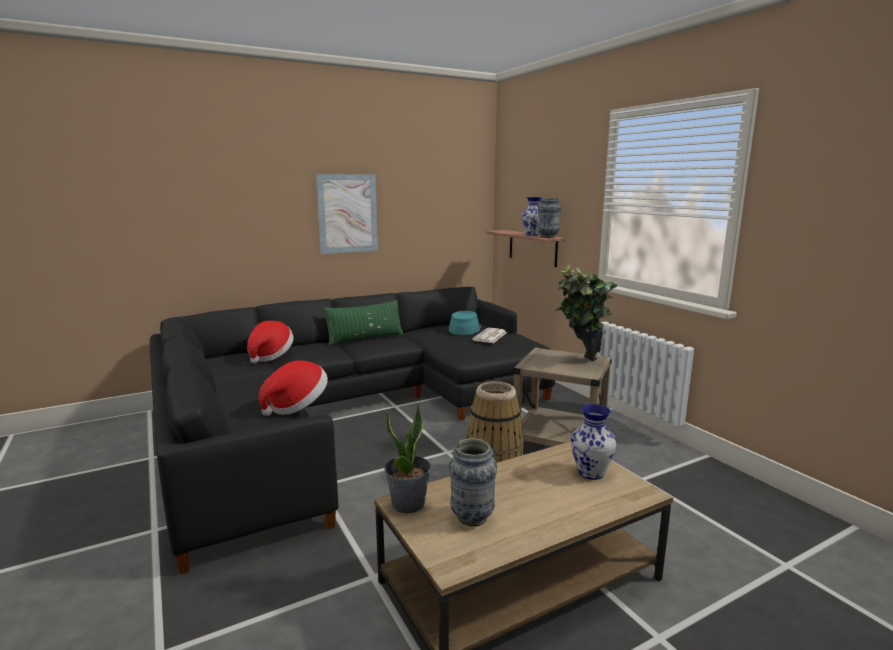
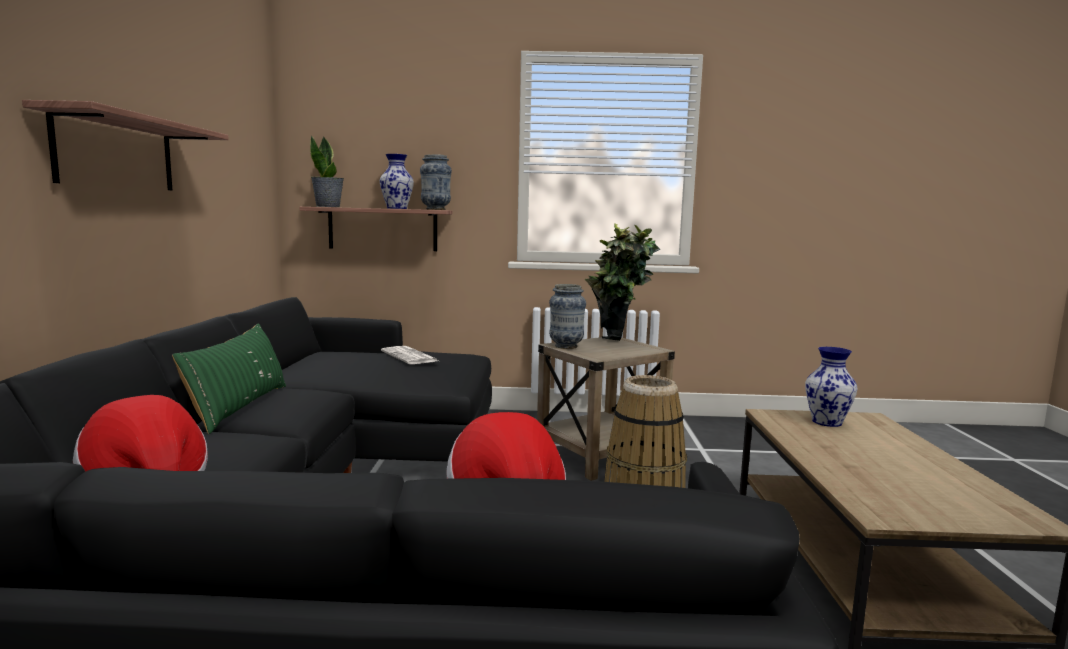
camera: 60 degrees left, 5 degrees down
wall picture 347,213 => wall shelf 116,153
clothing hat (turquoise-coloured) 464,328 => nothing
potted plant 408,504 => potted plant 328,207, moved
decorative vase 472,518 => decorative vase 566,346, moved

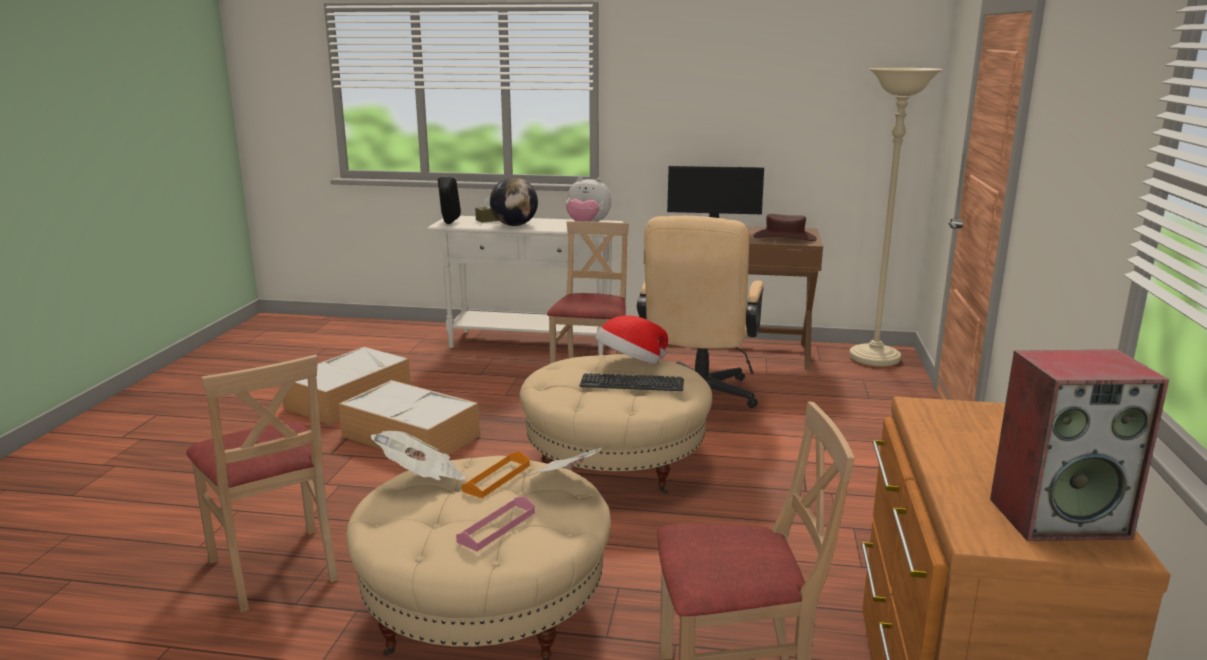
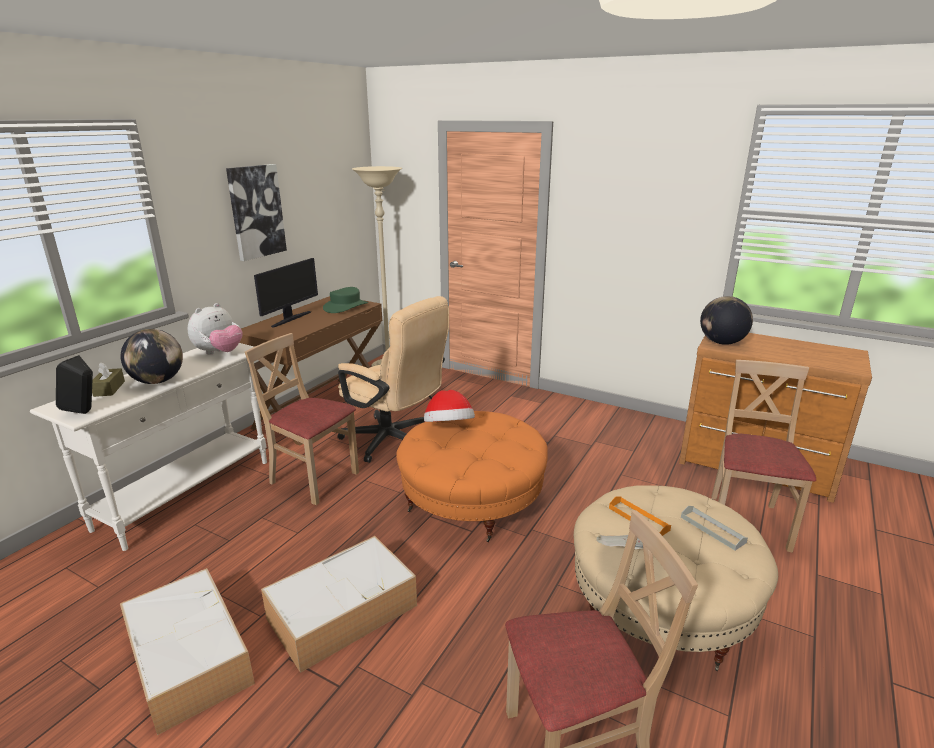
camera: 70 degrees left, 5 degrees up
clothing hat (brown) 784,237 => clothing hat (green-coloured) 345,306
loudspeaker 1059,517 => nothing
footrest (beige) 615,461 => footrest (orangey) 472,501
keyboard 632,384 => nothing
newspaper 566,482 => nothing
tray (pink) 496,527 => tray (grey) 712,530
nothing => wall picture 256,211
nothing => desk globe 722,342

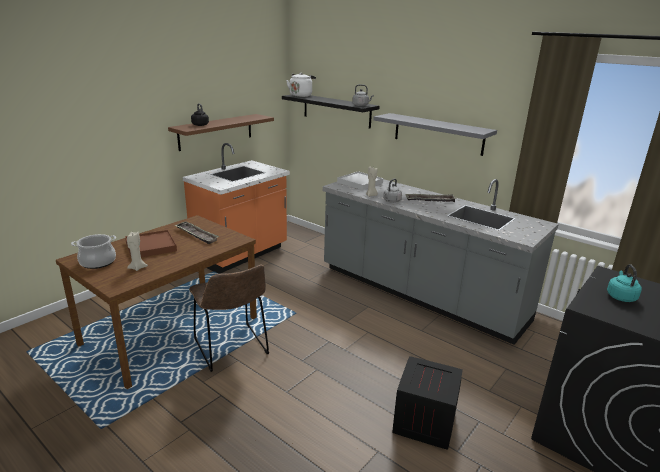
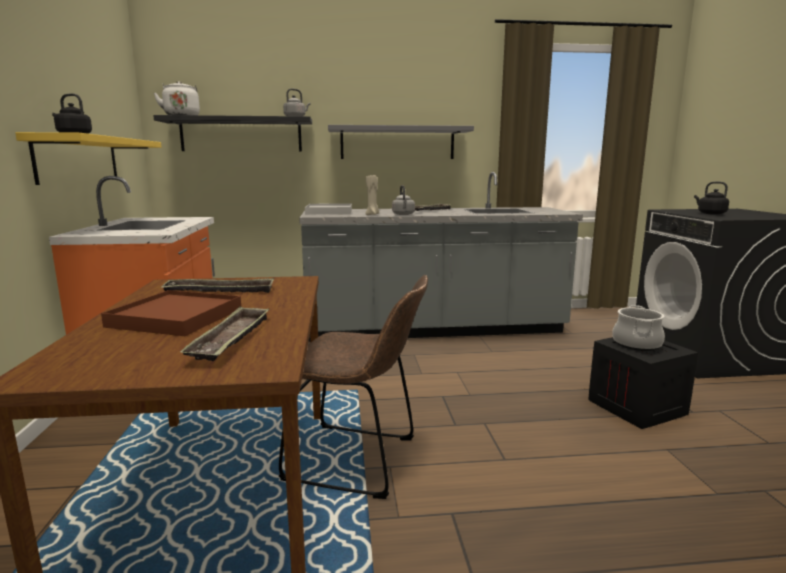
camera: 45 degrees left, 10 degrees down
wall shelf (brown) 216,131 => wall shelf (yellowish) 78,160
wax light (beige) 137,268 => tray 231,339
cooking pot 98,262 => cooking pot 636,344, moved
tea kettle (turquoise-coloured) 620,296 => tea kettle (black-coloured) 710,213

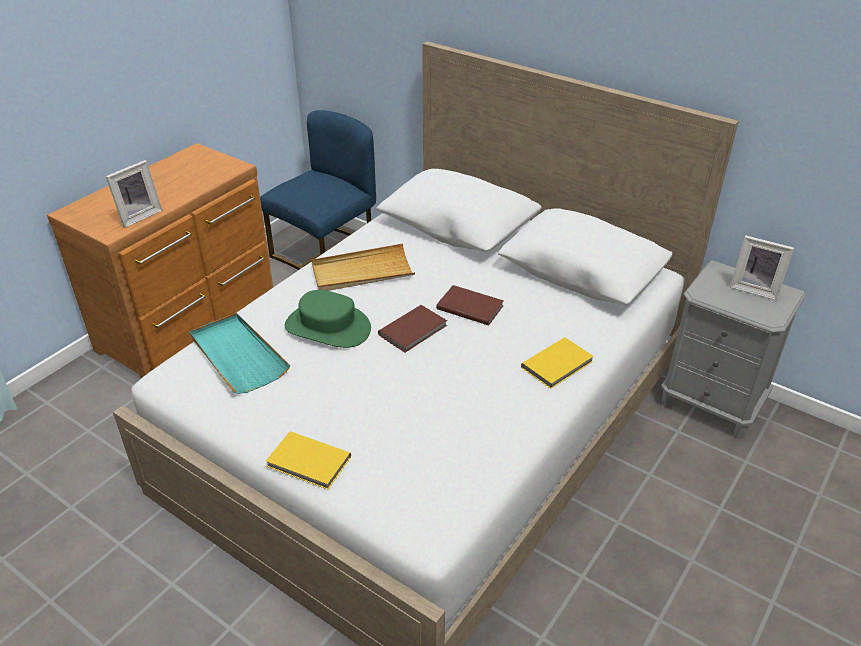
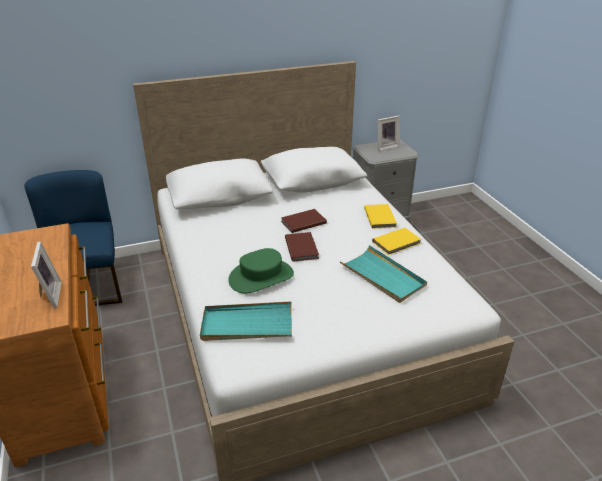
camera: 55 degrees left, 5 degrees down
tray (beige) 362,272 => nothing
bound book (yellowish) 309,463 => bound book (yellowish) 397,243, moved
nothing => tray (turquoise-coloured) 383,276

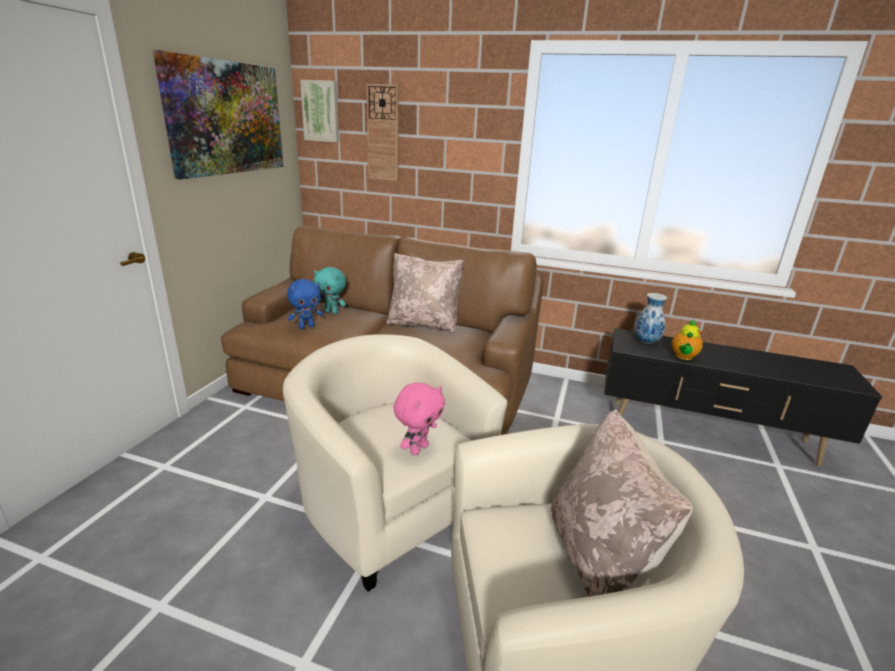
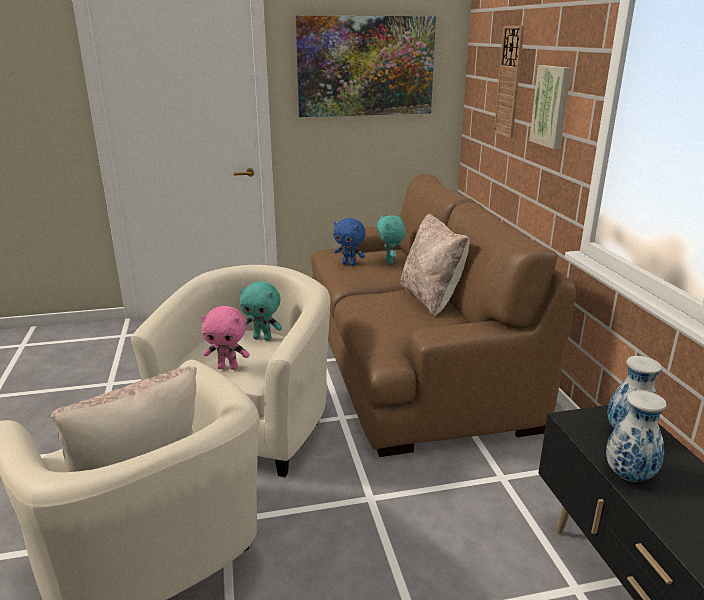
camera: 60 degrees right, 0 degrees up
wall picture 321,111 => wall picture 552,106, moved
pot for tea 683,357 => decorative vase 629,475
nothing => soft toy (turquoise-coloured) 263,338

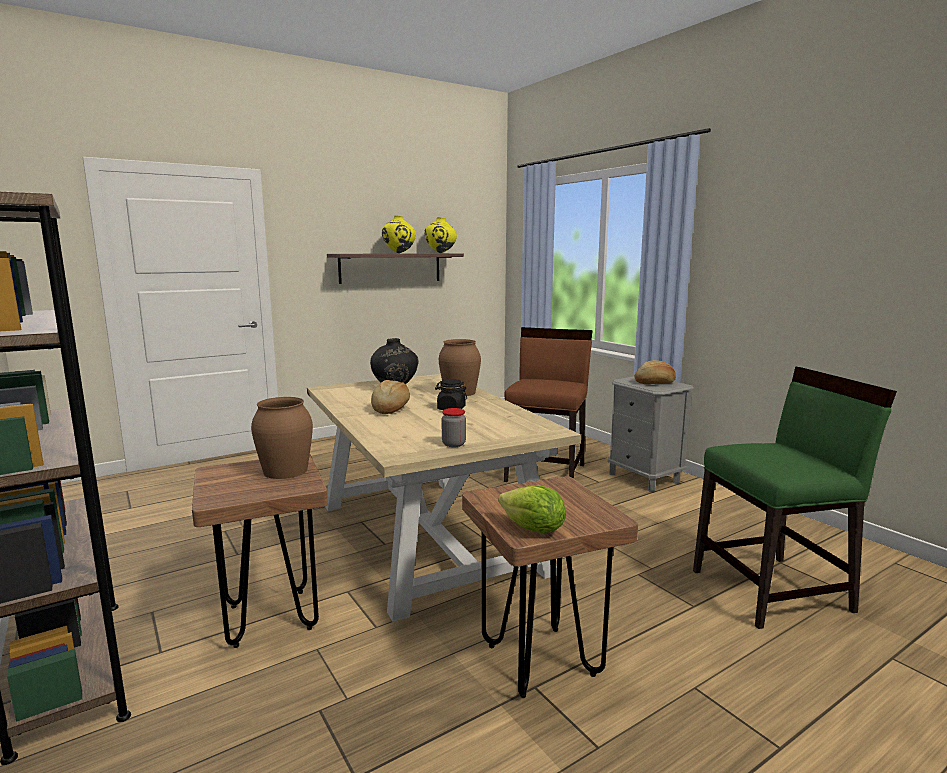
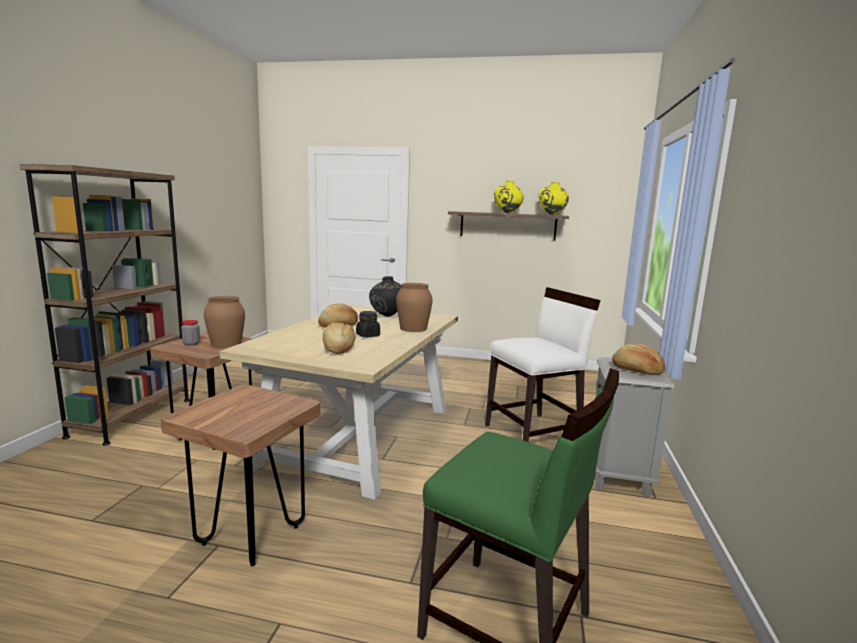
camera: 45 degrees right, 0 degrees up
plain chair (brown) 546,472 => plain chair (white-coloured) 534,433
storage jar 453,444 => storage jar 191,344, moved
lettuce head 533,529 => nothing
nothing => baked bread 337,349

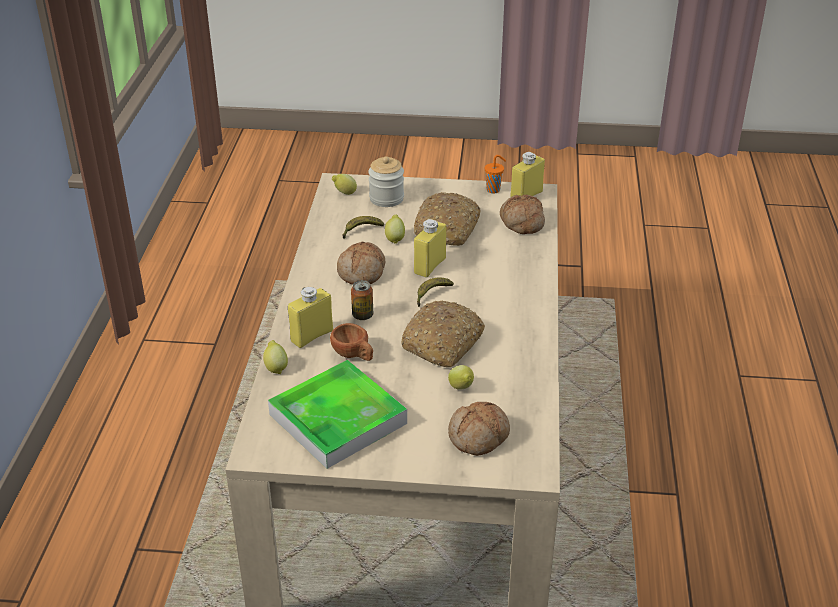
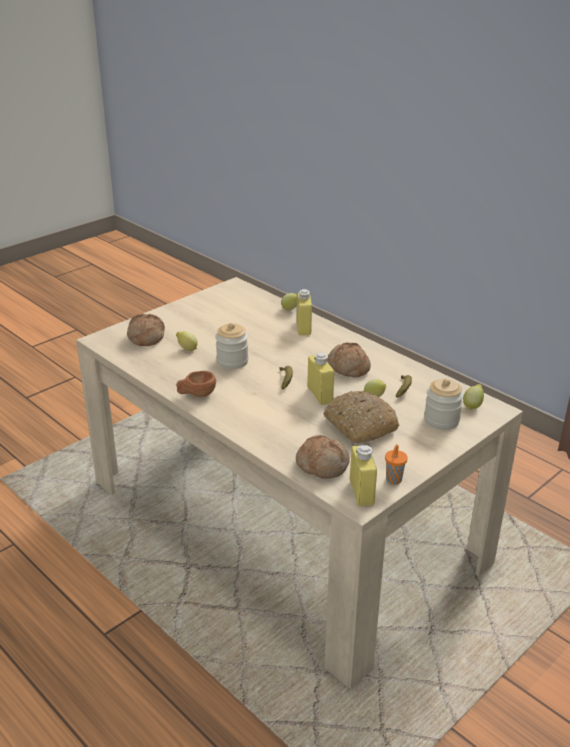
camera: 130 degrees right, 5 degrees down
can 362,315 => nothing
baked bread 442,343 => storage jar 232,361
small cup (brown) 354,355 => small cup (brown) 196,394, moved
tray 338,419 => nothing

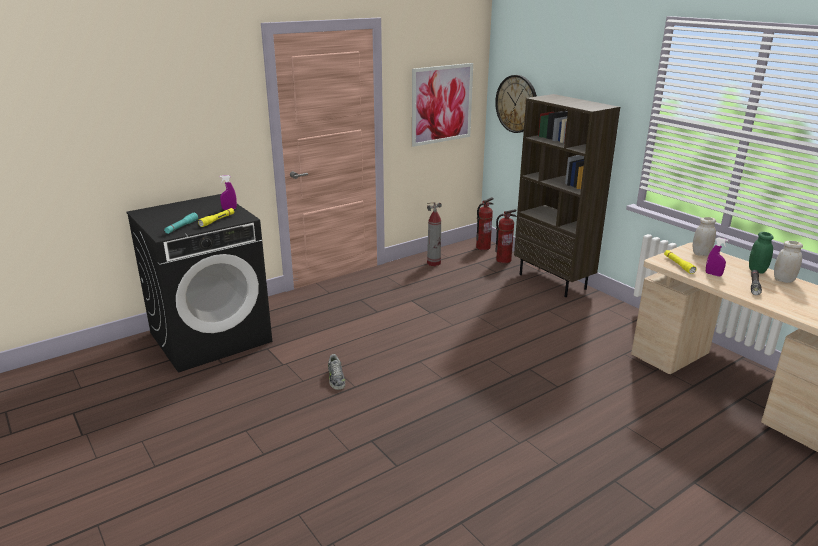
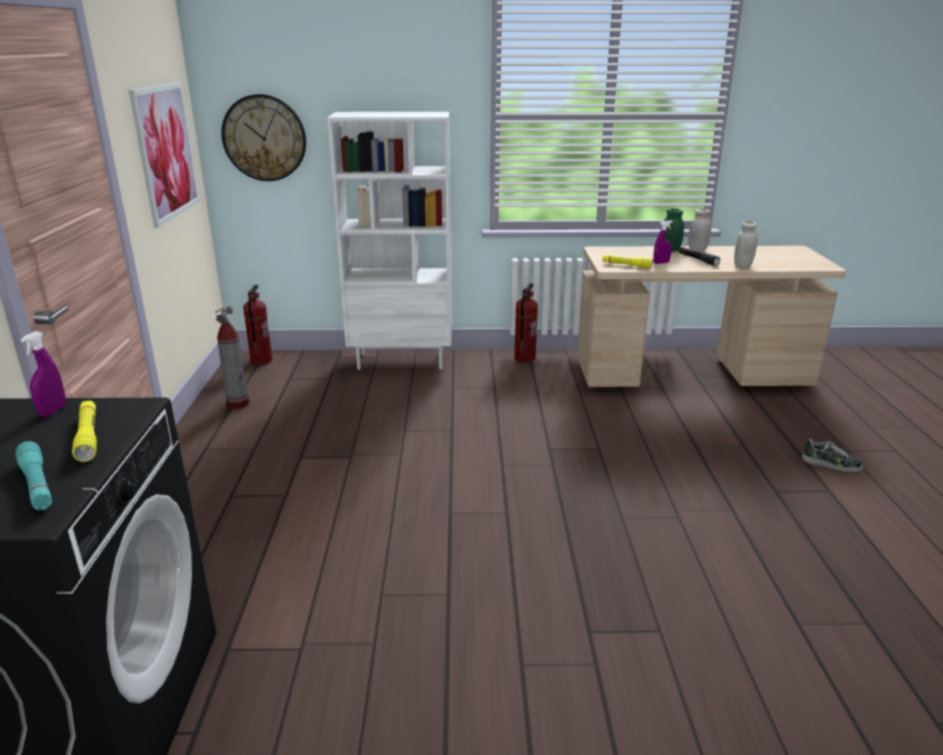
camera: 55 degrees left, 0 degrees up
bookcase (brown) 553,281 => bookcase (white-coloured) 402,360
fire-fighting cylinder 503,260 => fire-fighting cylinder 524,358, moved
storage jar (white-coloured) 701,253 => storage jar (white-coloured) 742,265, moved
low shoe 336,378 => low shoe 831,464, moved

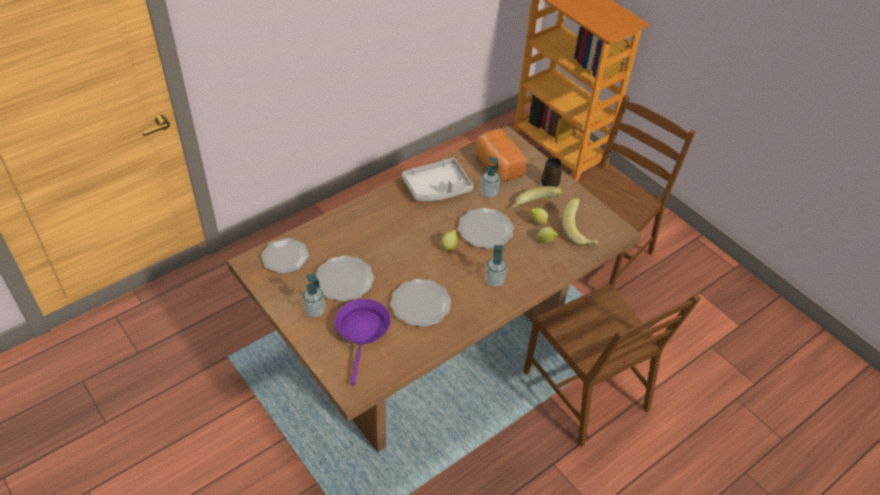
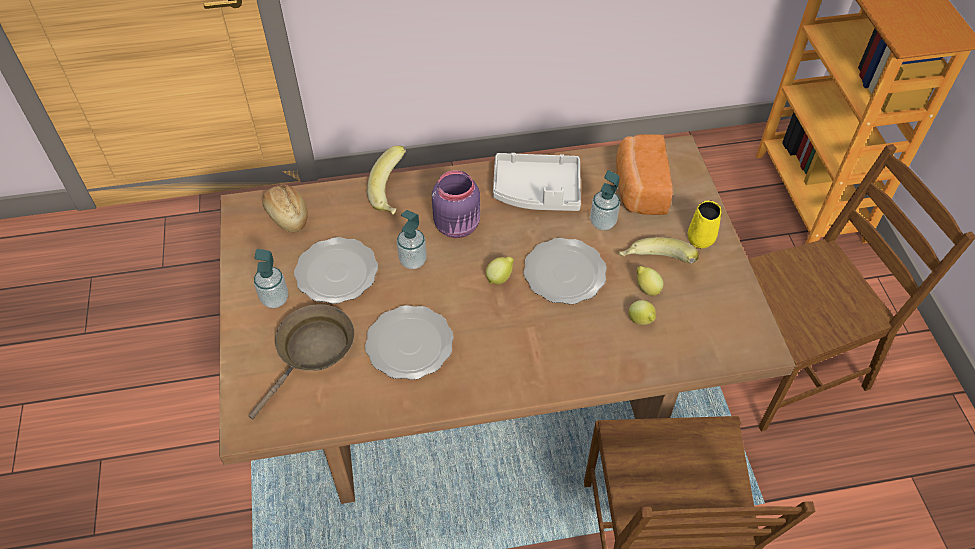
camera: 30 degrees right, 5 degrees up
mug (brown) 550,182 => mug (yellowish) 701,237
banana fruit 579,232 => banana fruit 393,194, moved
plate 285,257 => baked bread 287,215
soap dispenser 494,281 => soap dispenser 413,260, moved
frying pan (purple) 362,332 => frying pan (brown) 312,352
nothing => storage jar (purple) 458,226

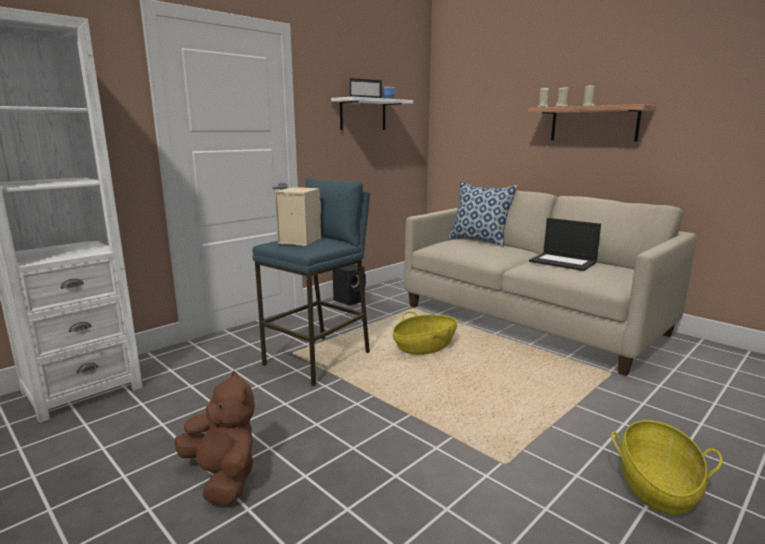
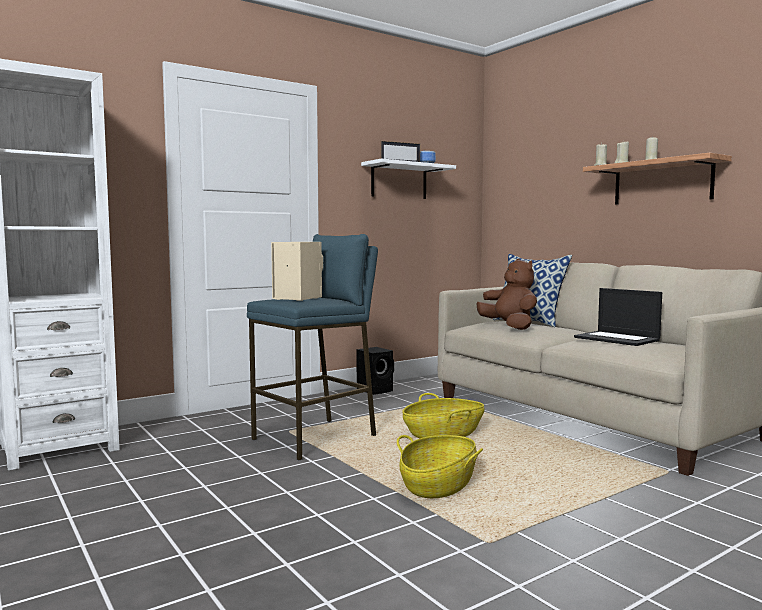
camera: 10 degrees right, 10 degrees down
soft toy (brown) 223,478 => soft toy (brown) 509,327, moved
storage basket 657,486 => storage basket 438,486, moved

